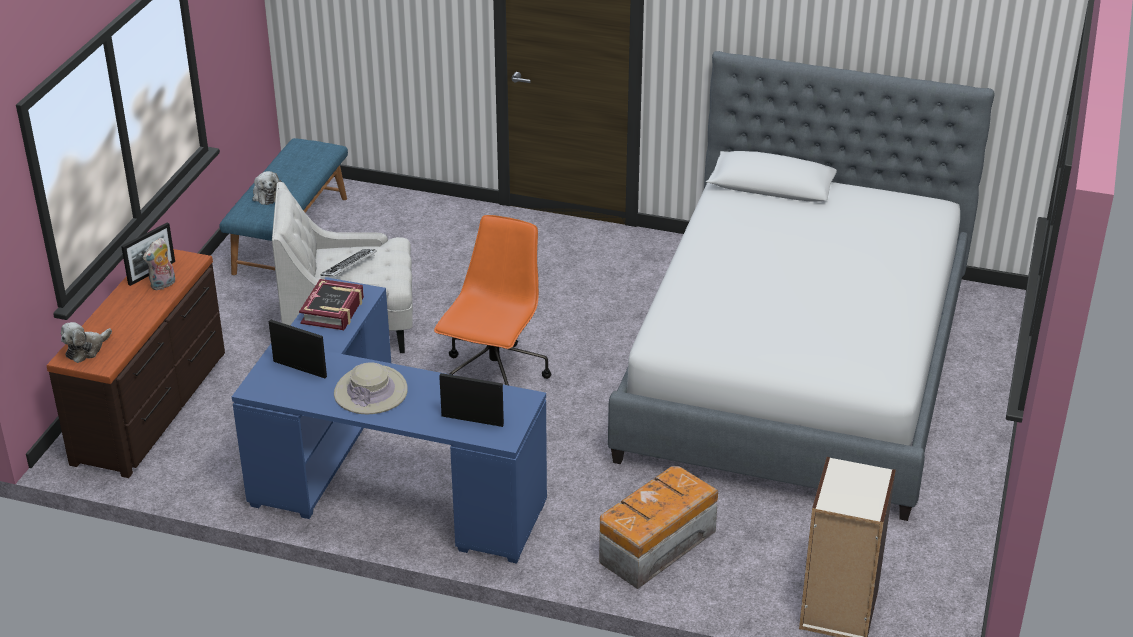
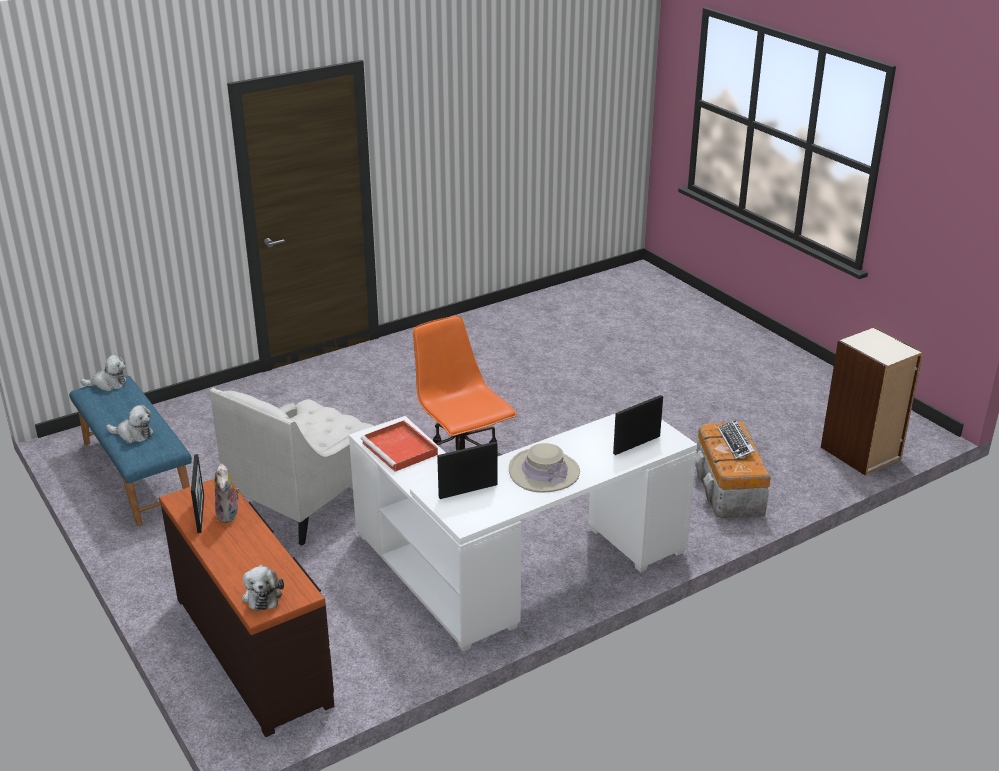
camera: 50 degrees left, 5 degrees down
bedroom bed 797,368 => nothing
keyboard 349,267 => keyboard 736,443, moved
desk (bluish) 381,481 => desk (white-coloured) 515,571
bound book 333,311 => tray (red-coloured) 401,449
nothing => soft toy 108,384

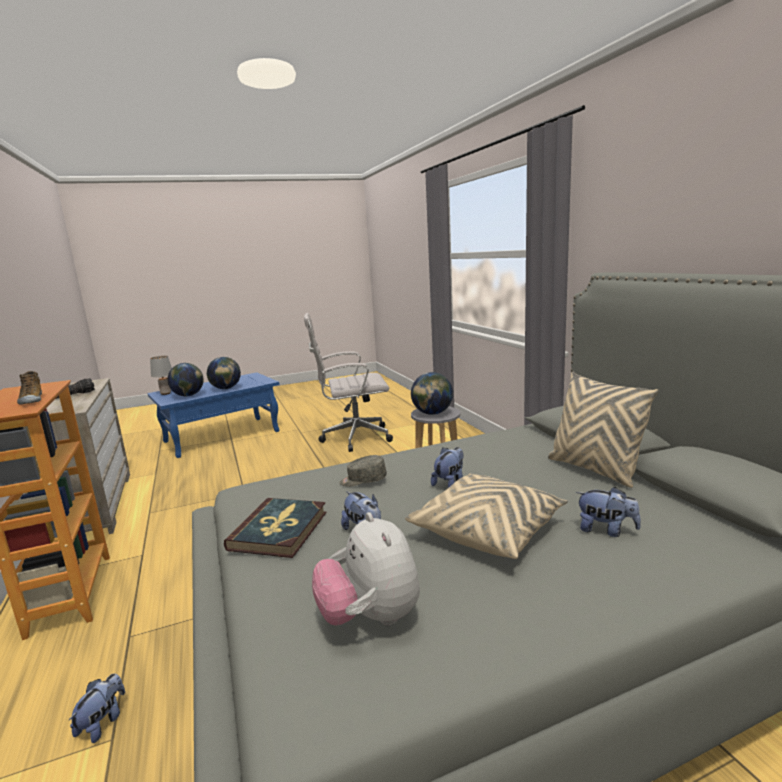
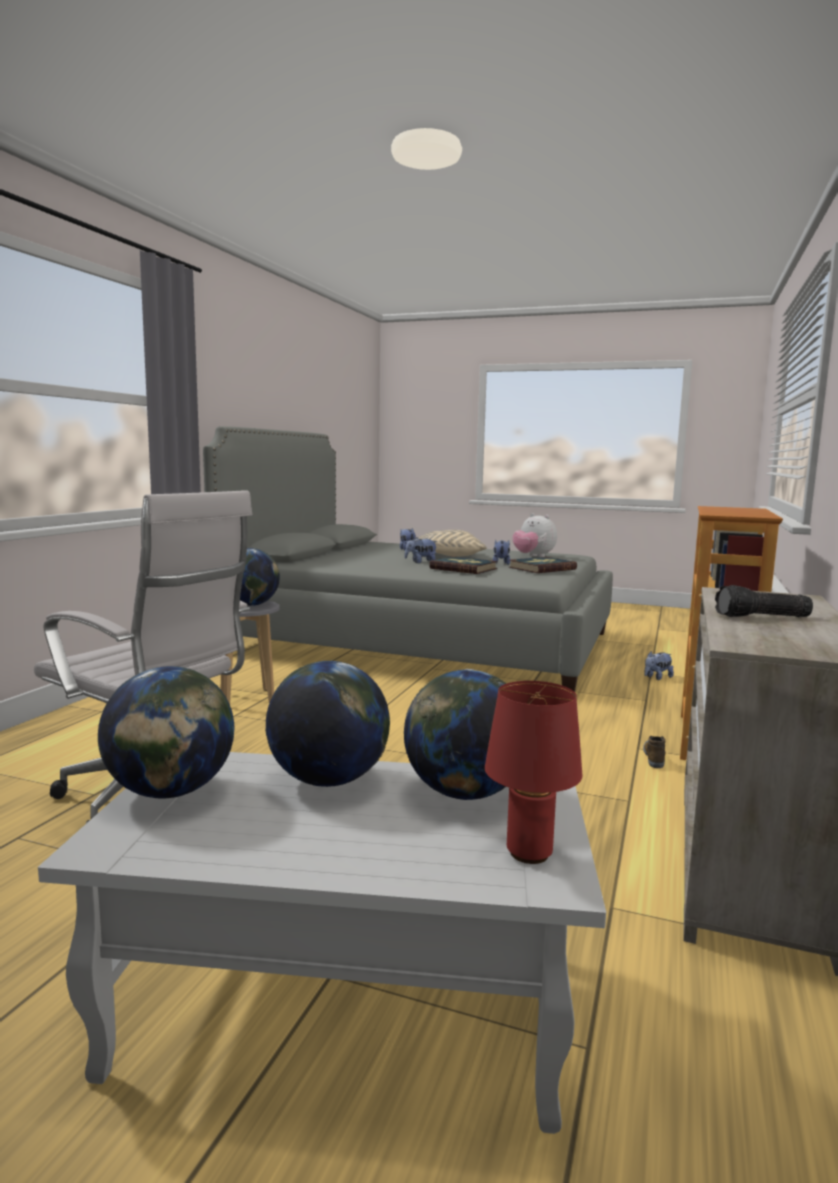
camera: 140 degrees left, 5 degrees down
table lamp (grey) 165,393 => table lamp (red-coloured) 530,854
low shoe 31,400 => low shoe 654,757, moved
coffee table (bluish) 223,436 => coffee table (white-coloured) 339,1008
throw pillow (beige) 594,469 => nothing
peaked cap (grey) 363,480 => bound book 463,568
soft toy 370,617 => soft toy 533,557, 120 degrees clockwise
nothing => desk globe 170,792

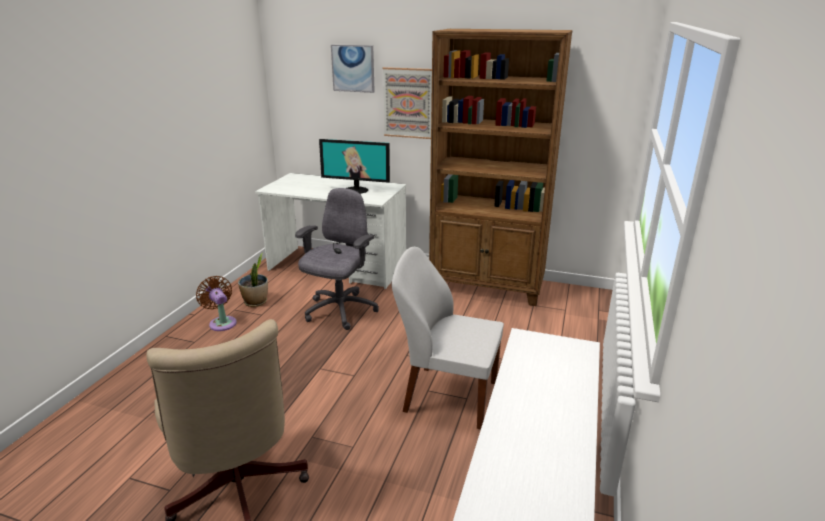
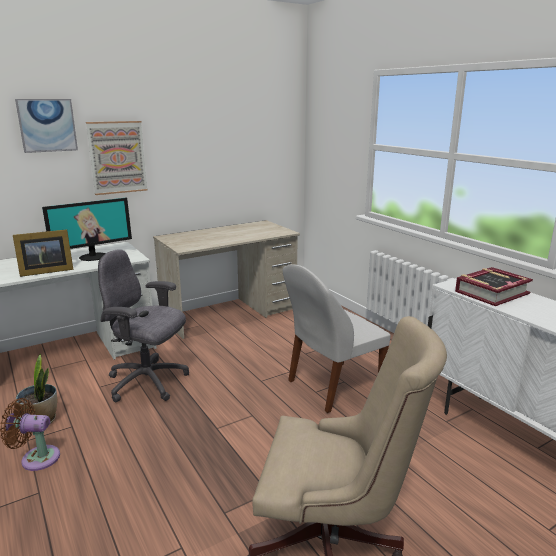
camera: 50 degrees left, 5 degrees down
bookcase (brown) 488,287 => desk (beige) 230,313
desk chair (grey) 340,311 => desk chair (grey) 148,382, 45 degrees counterclockwise
nothing => picture frame 45,271
nothing => bound book 491,292

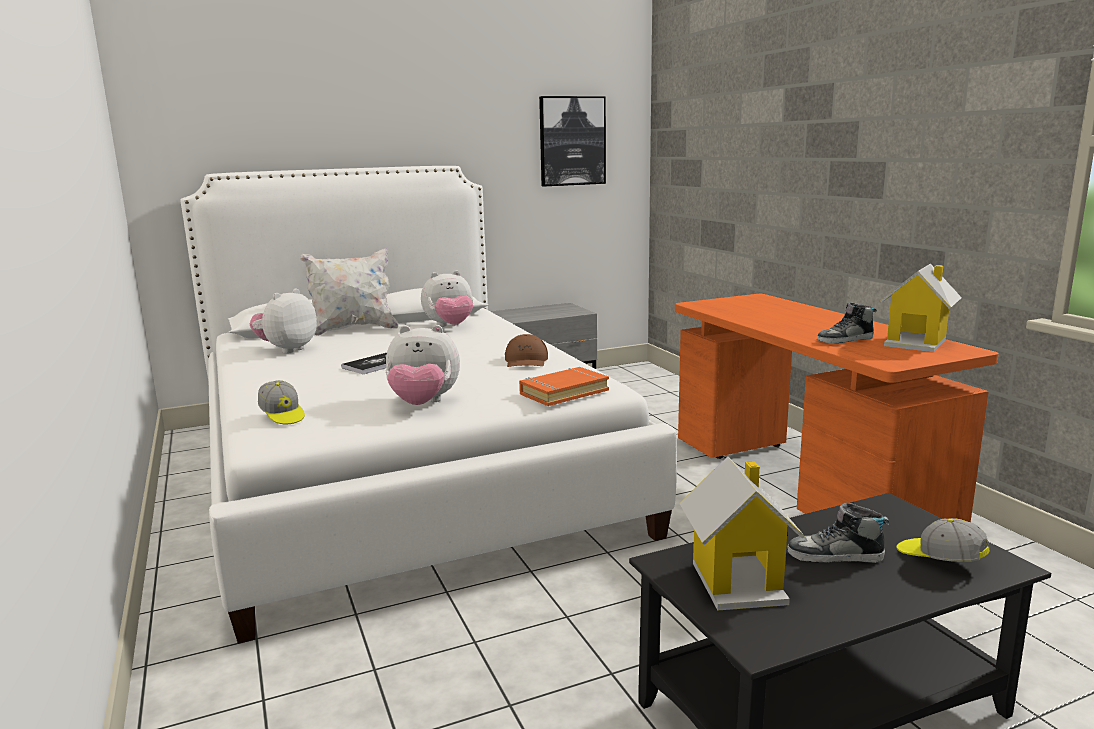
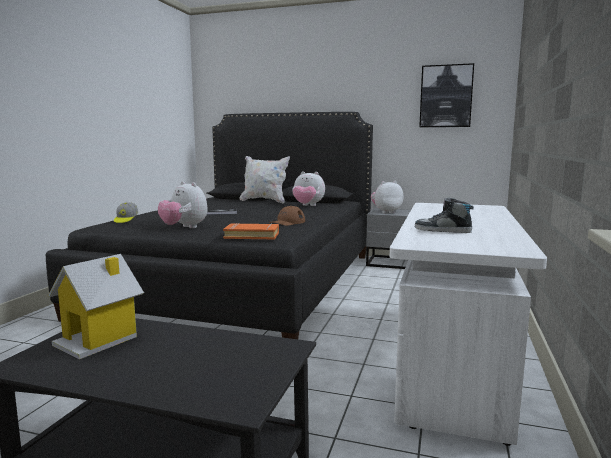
camera: 40 degrees right, 5 degrees down
bedroom bed (white-coloured) 401,471 => bedroom bed (black-coloured) 245,282
toy house 916,342 => nothing
soft toy 287,350 => soft toy 386,212, moved
desk (orangey) 801,483 => desk (white-coloured) 453,361
low shoe 835,556 => nothing
peaked cap 939,559 => nothing

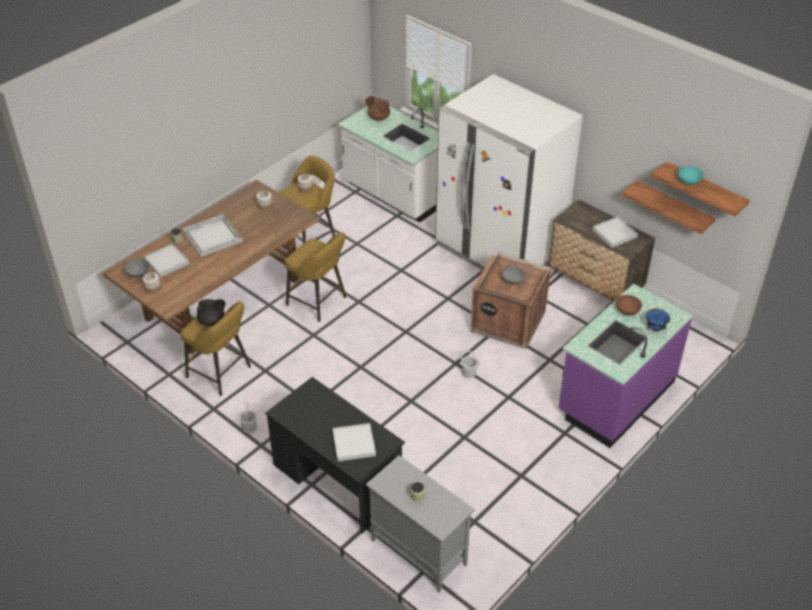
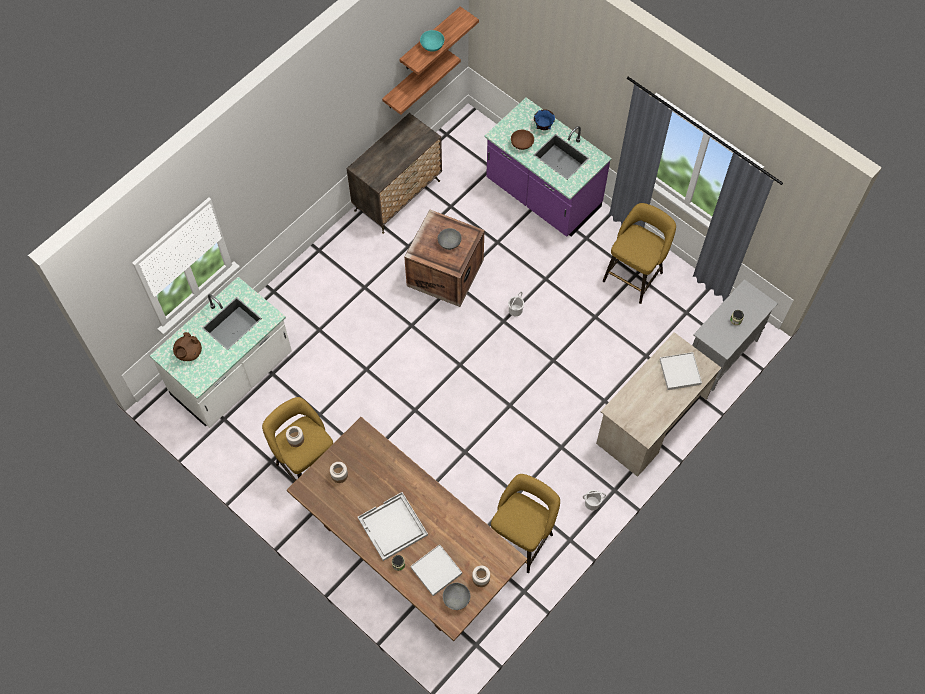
camera: 90 degrees left, 20 degrees up
kitchen fridge (white-coloured) 499,249 => nothing
tray (white-coloured) 614,233 => nothing
sitting stool (yellowish) 319,303 => sitting stool (yellowish) 634,274, moved
pot for tea (black-coloured) 212,321 => nothing
desk (black-coloured) 337,481 => desk (beige) 651,421

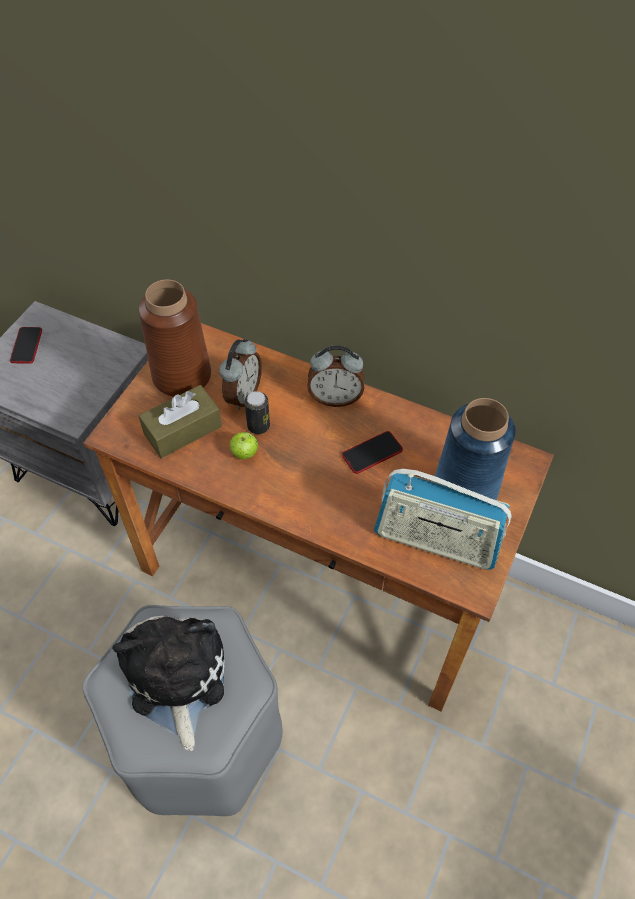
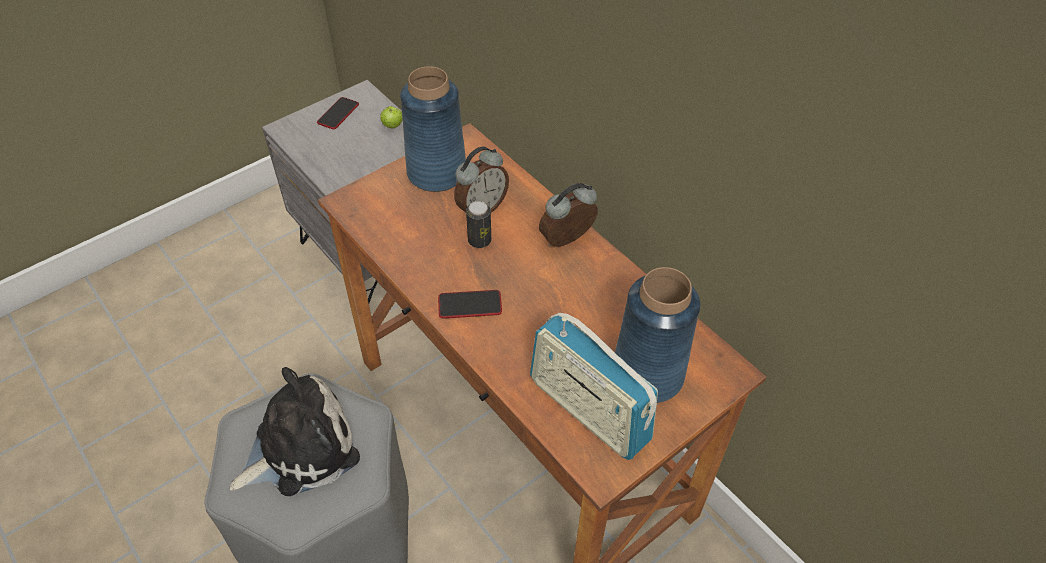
camera: 25 degrees right, 5 degrees down
decorative vase (brown) 182,376 => decorative vase (bluish) 436,173
alarm clock 335,398 => alarm clock 568,241, 120 degrees clockwise
box of tissues (brown) 182,430 => nothing
telephone 372,453 => telephone 470,305, moved
apple fruit 244,453 => apple fruit 392,126, moved
soft toy 175,678 => soft toy 300,447, 45 degrees clockwise

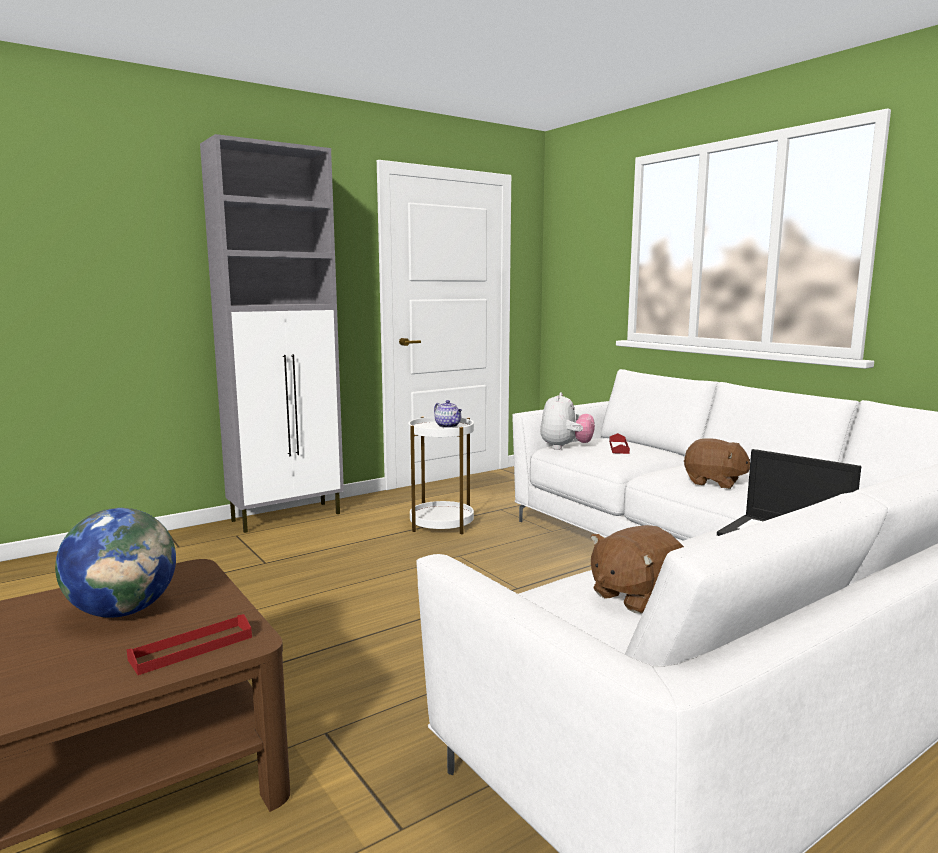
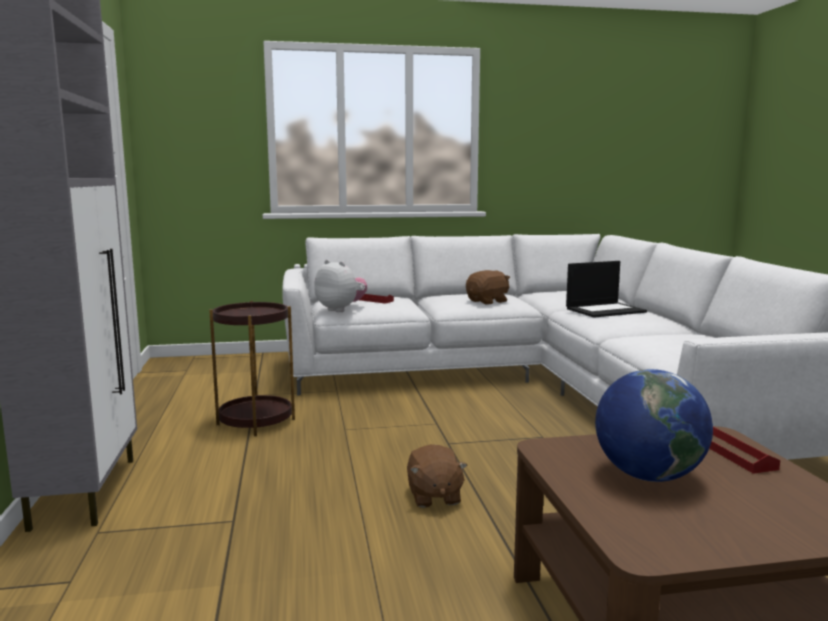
camera: 65 degrees left, 0 degrees up
pot for tea 448,426 => nothing
side table (white-coloured) 441,524 => side table (brown) 256,422
soft toy (brown) 635,596 => soft toy (brown) 434,496, moved

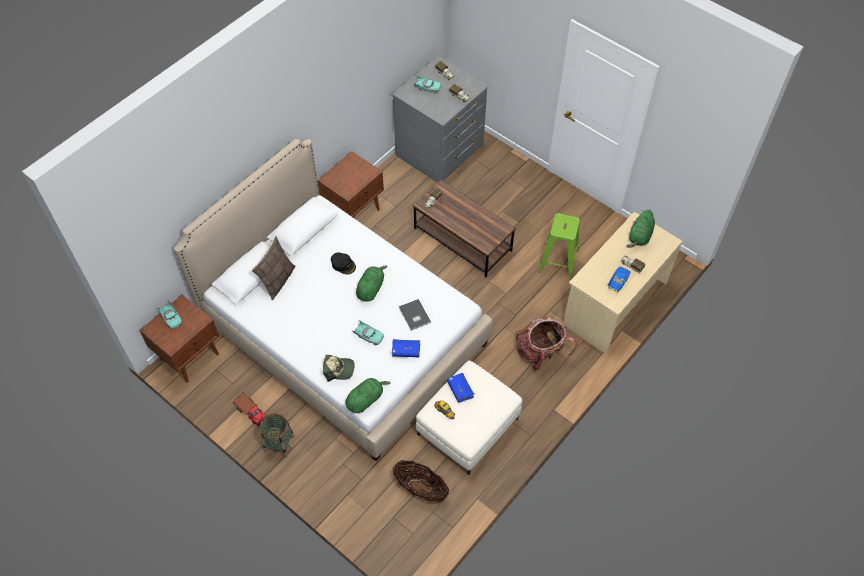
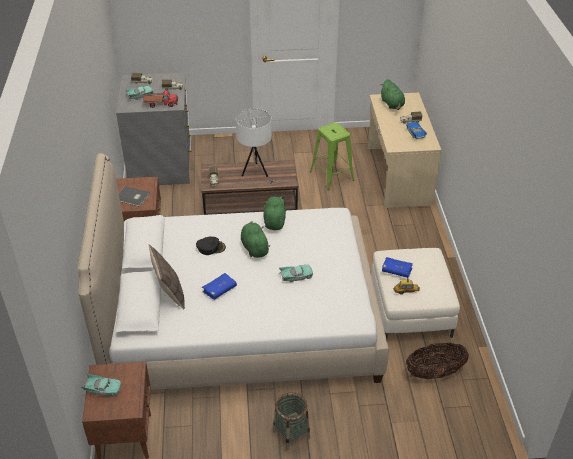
camera: 45 degrees left, 15 degrees down
bound book (grey) 414,316 => bound book (grey) 132,197, moved
rucksack 540,353 => nothing
bound book (bluish) 406,350 => bound book (bluish) 219,290, moved
peaked cap 338,369 => nothing
soft toy (green-coloured) 366,399 => soft toy (green-coloured) 274,221, moved
model truck 251,411 => model truck 160,103, moved
nothing => table lamp (white-coloured) 256,173

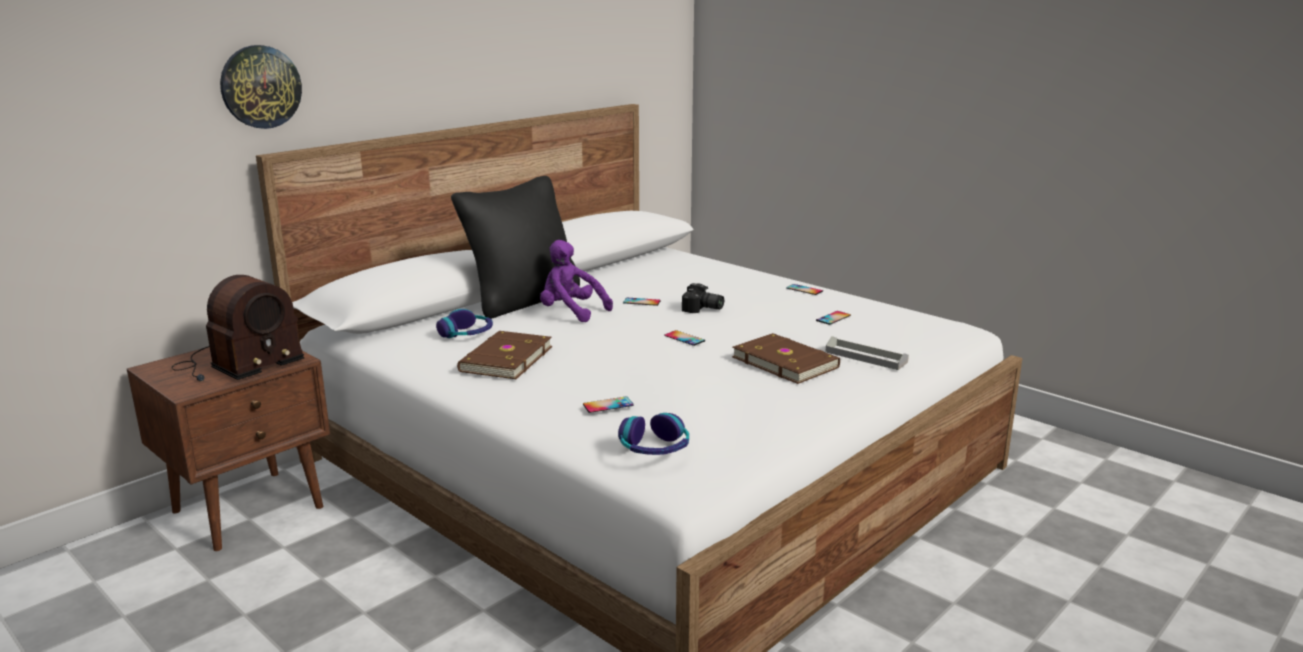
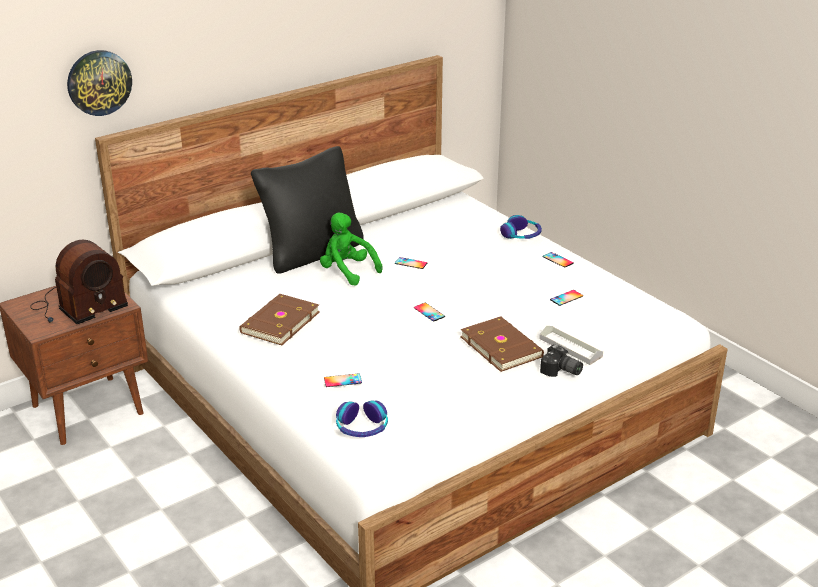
camera: 10 degrees right, 10 degrees up
soft toy (purple) 571,312 => soft toy (green-coloured) 347,271
still camera 702,309 => still camera 561,371, moved
headphones 466,334 => headphones 521,235, moved

